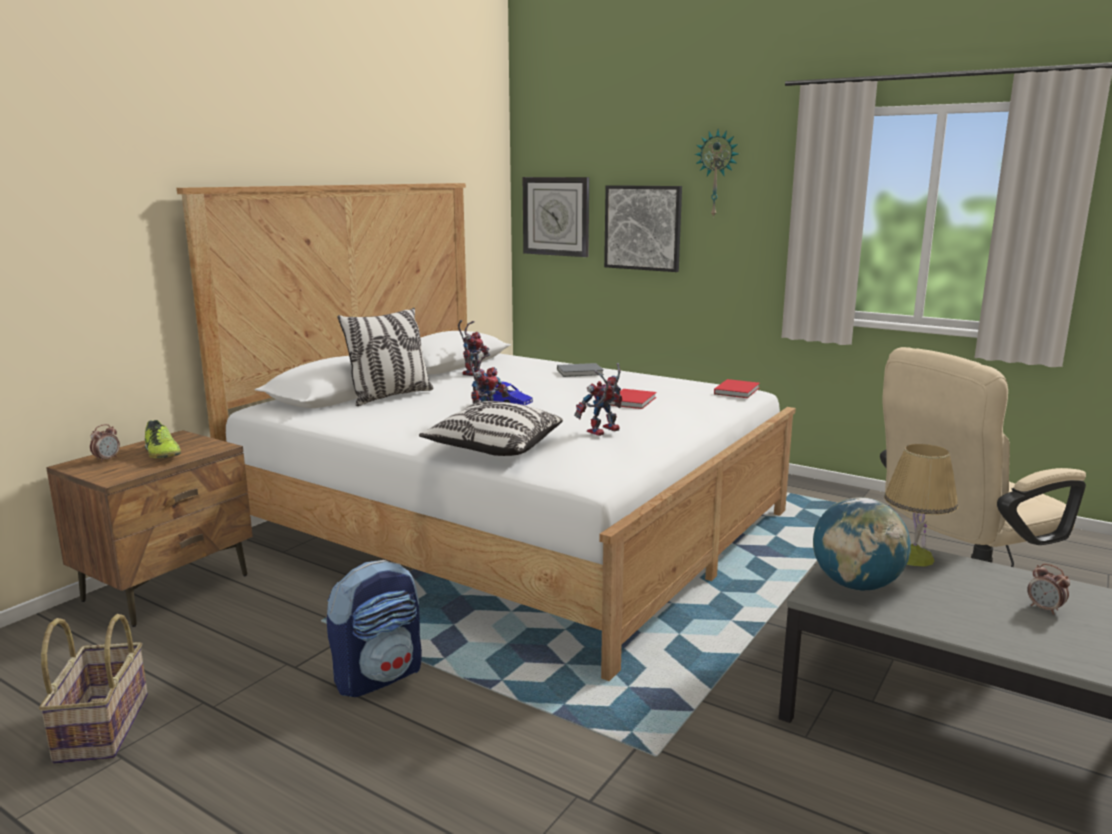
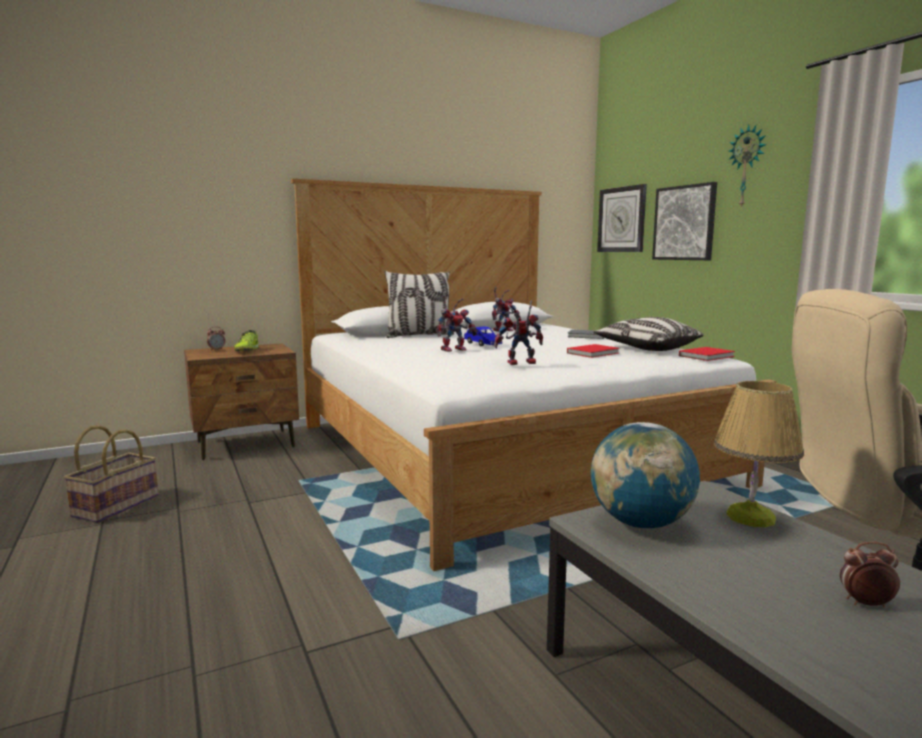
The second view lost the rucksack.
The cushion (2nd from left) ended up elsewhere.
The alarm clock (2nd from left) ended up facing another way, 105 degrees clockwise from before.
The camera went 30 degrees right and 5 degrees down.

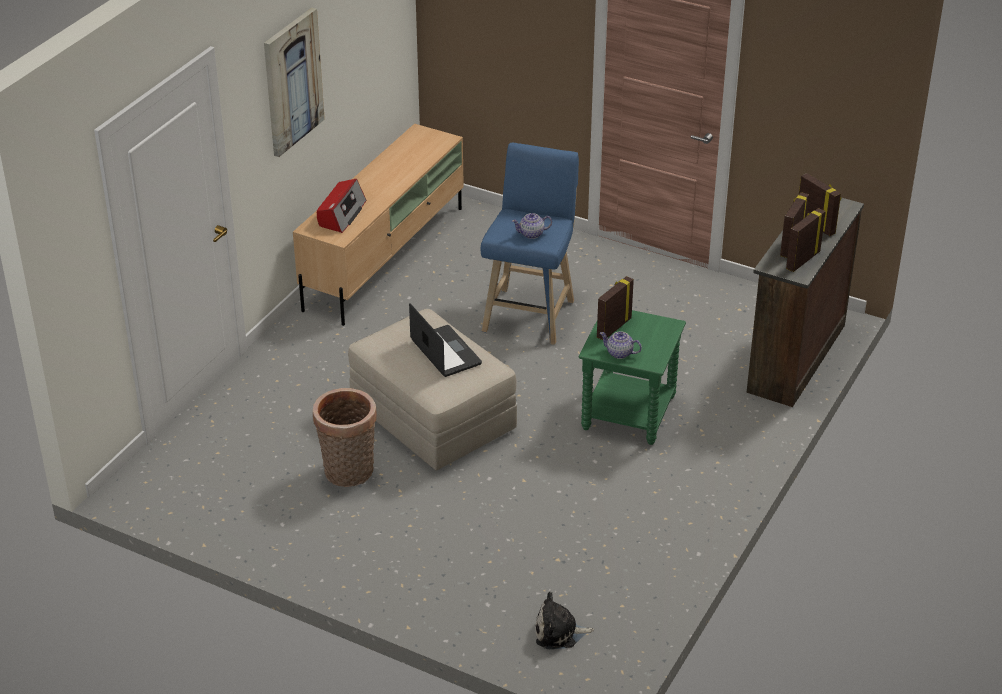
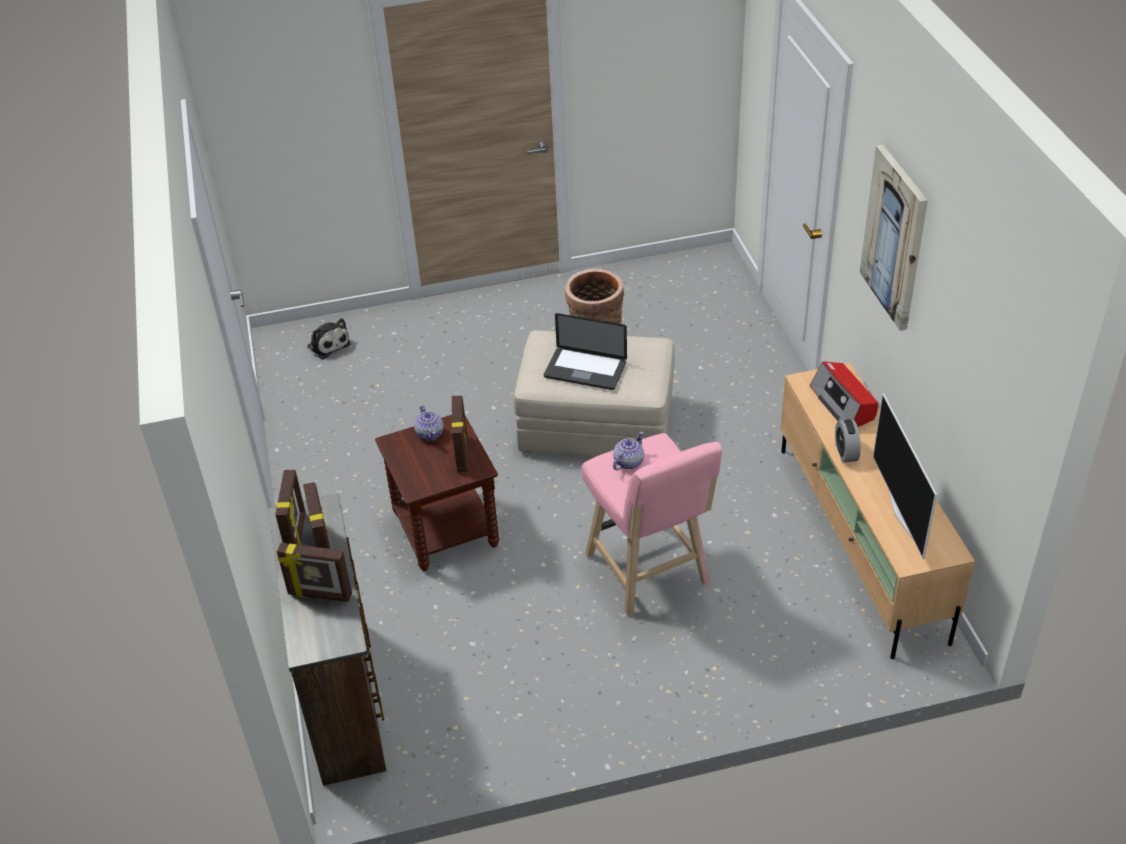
The second view gained the alarm clock.
The second view gained the TV.
What was the stool in blue-coloured turned into the stool in pink.
What was the end table in green turned into the end table in brown-coloured.
The cuddly toy ended up facing another way, 90 degrees clockwise from before.
The teapot (2nd from left in the first image) ended up facing another way, 90 degrees clockwise from before.
The camera went 140 degrees right and 5 degrees up.

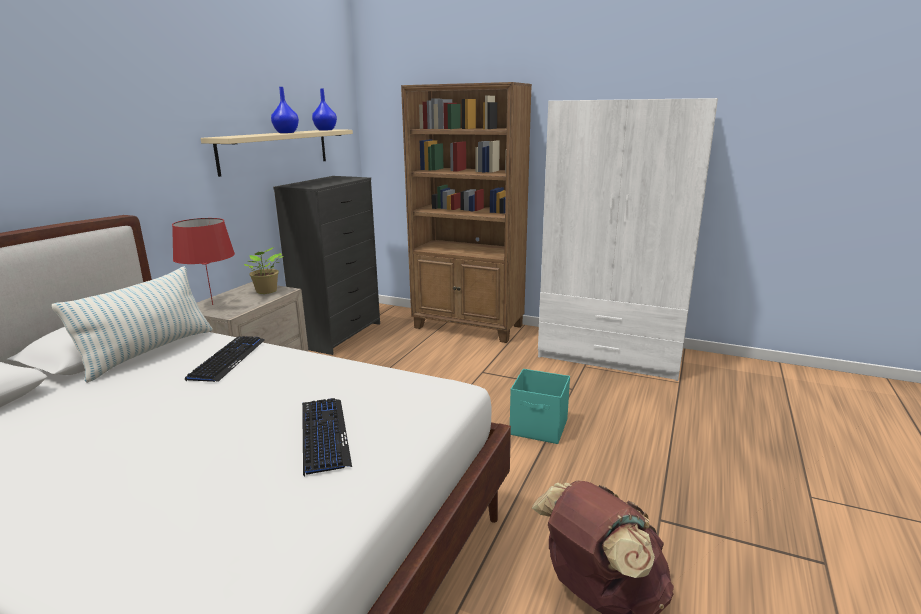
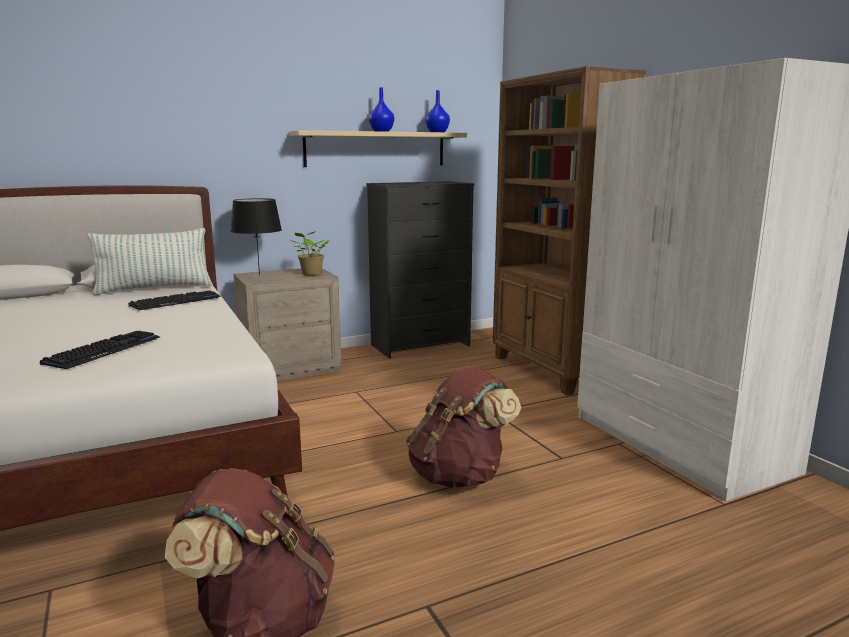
Where the storage box in blue-green stood, the rucksack in brown-coloured (2nd from left) came to stand.
What was the tabletop lamp in red turned into the tabletop lamp in black.
The camera went 40 degrees right and 5 degrees down.

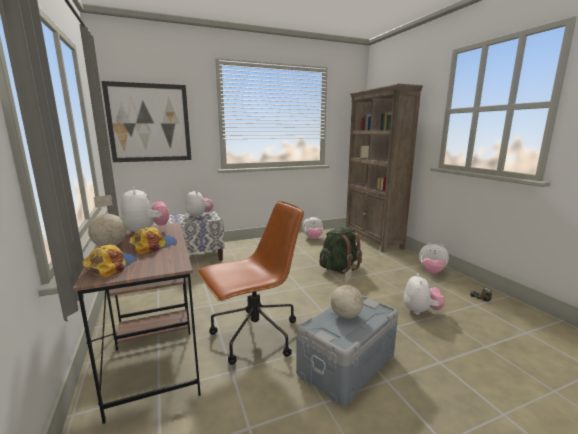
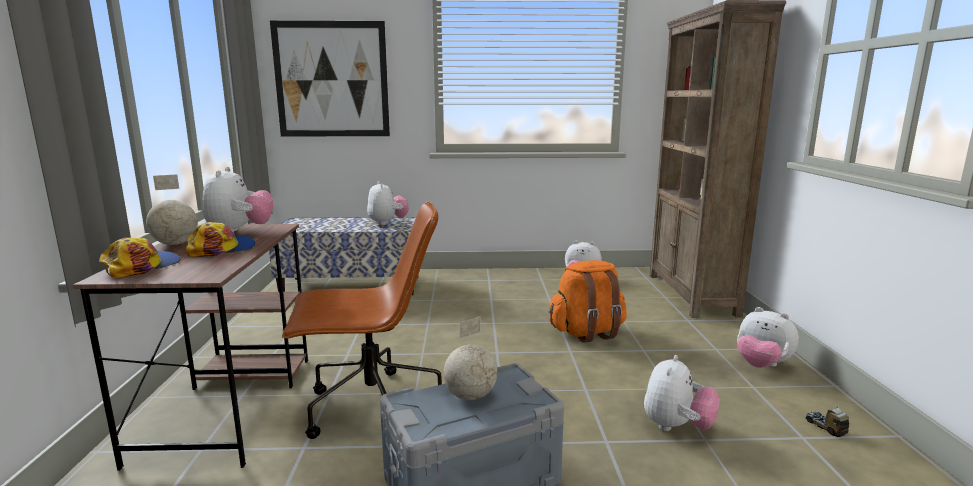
What was the rucksack in green turned into the rucksack in orange-coloured.
The camera went 20 degrees right and 0 degrees up.

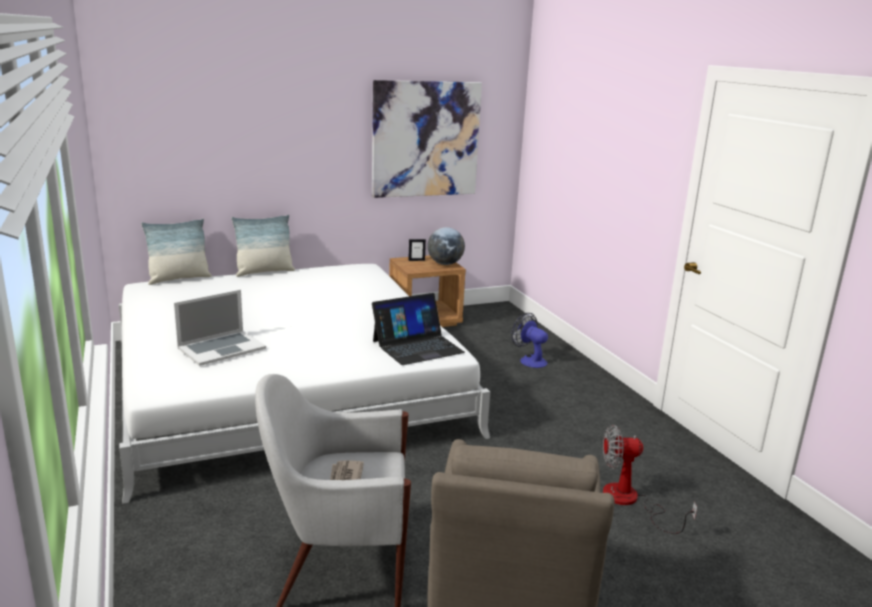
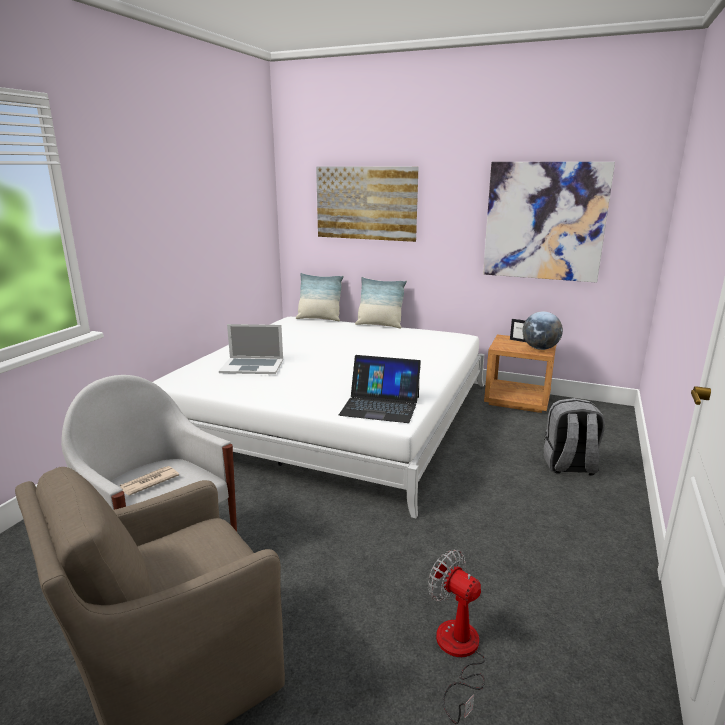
The second view gained the picture (1st from left).
Where the cooling fan (1st from left) stood, the rucksack in gray came to stand.
The camera went 45 degrees right and 0 degrees up.

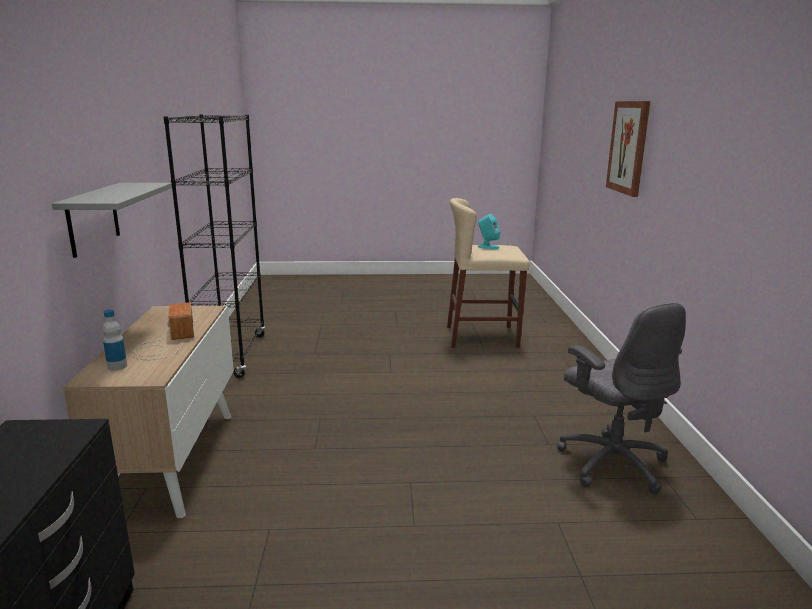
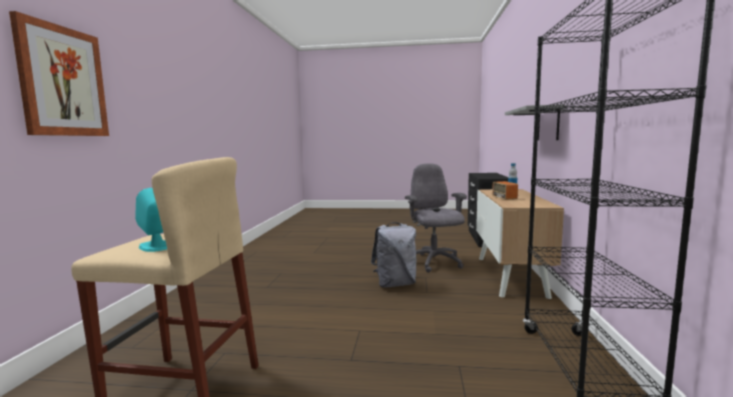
The second view gained the rucksack in gray.
The desk chair in gray ended up elsewhere.
The camera went 170 degrees left and 10 degrees down.

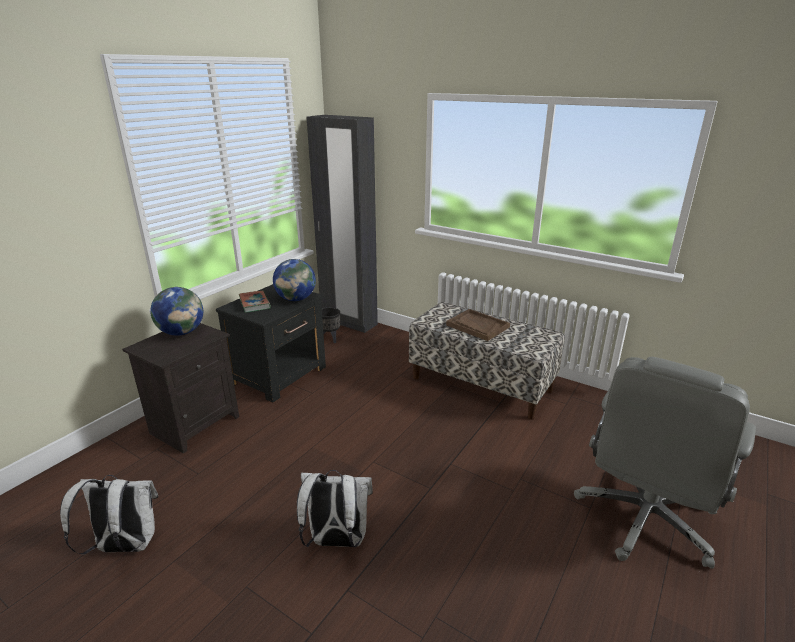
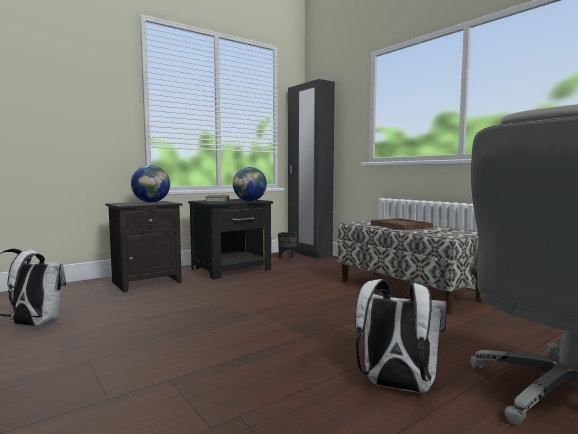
The rucksack in white (2nd from left) ended up elsewhere.
The camera went 20 degrees right and 20 degrees down.

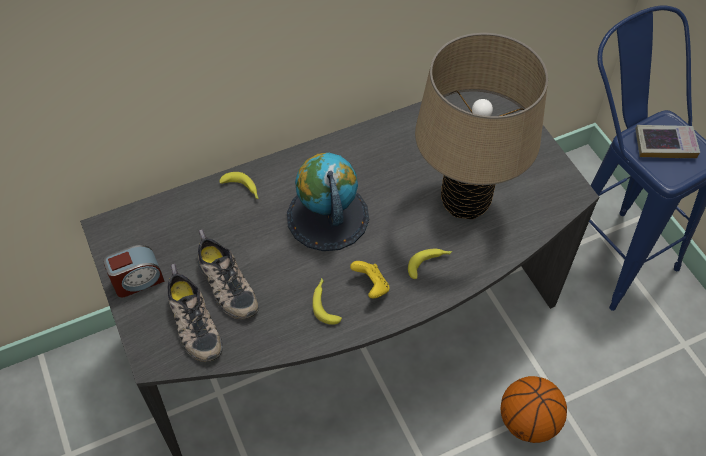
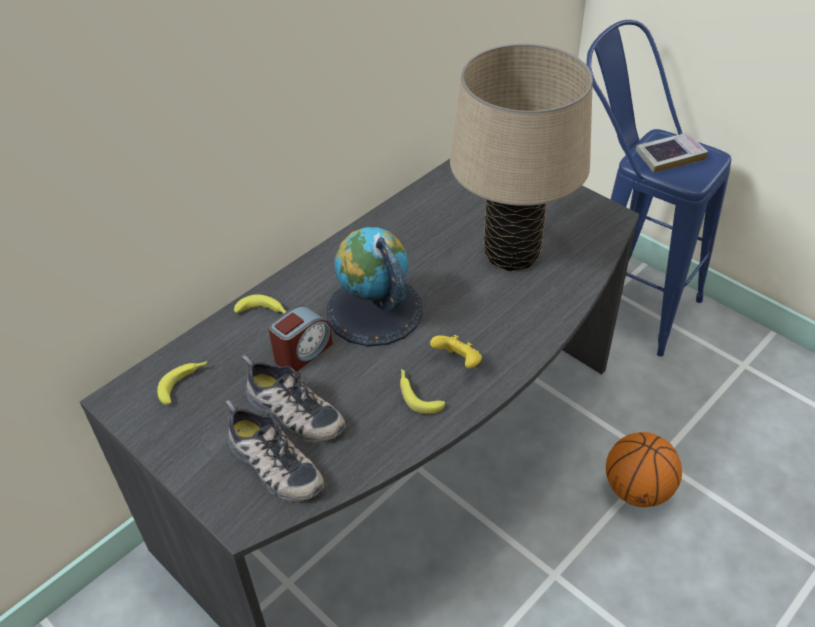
The alarm clock ended up elsewhere.
The whole banana (3rd from left in the first image) ended up elsewhere.
The camera went 20 degrees left and 10 degrees down.

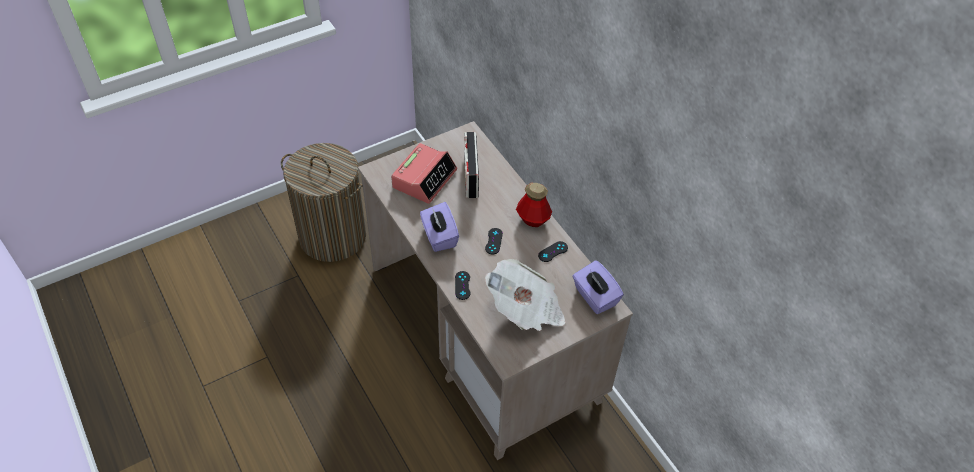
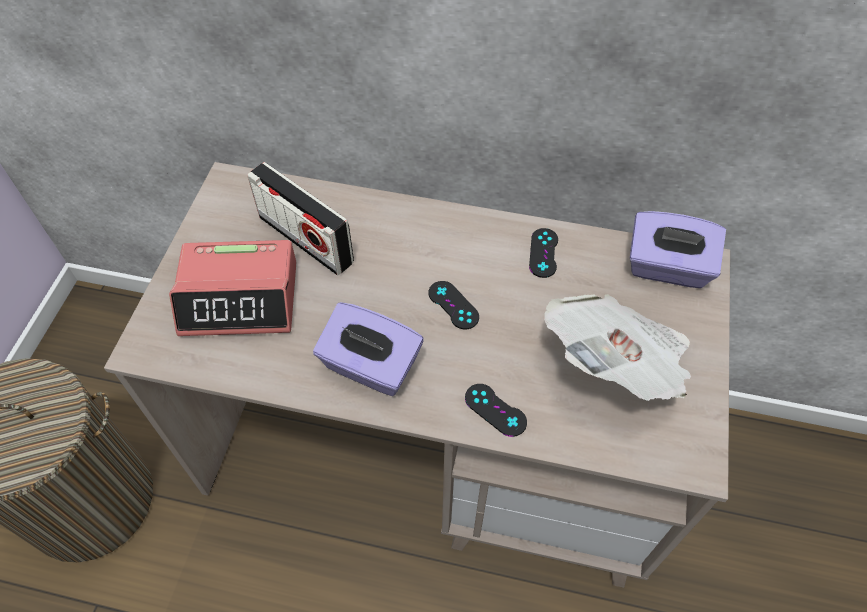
The second view lost the bottle.
The alarm clock ended up facing another way, 105 degrees clockwise from before.
The camera went 45 degrees left and 5 degrees up.

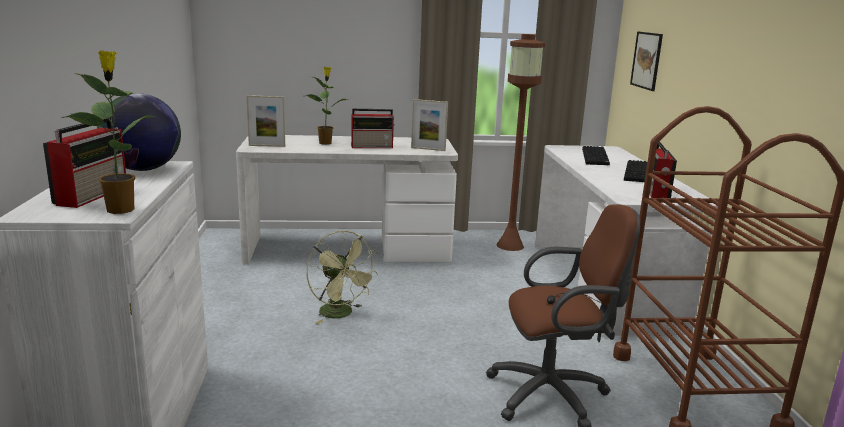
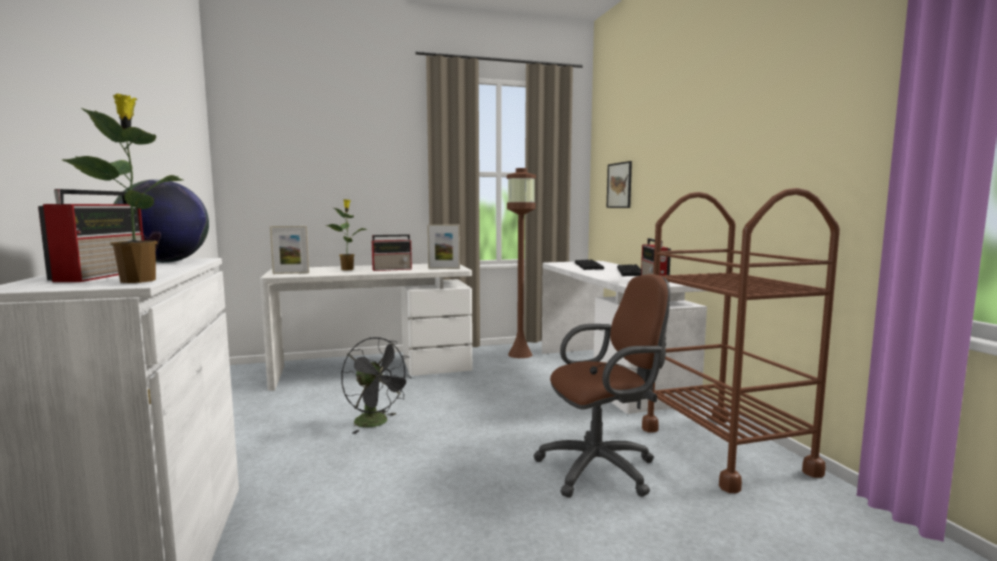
What was the cooling fan in green turned into the cooling fan in black.
The camera went 10 degrees left and 10 degrees down.

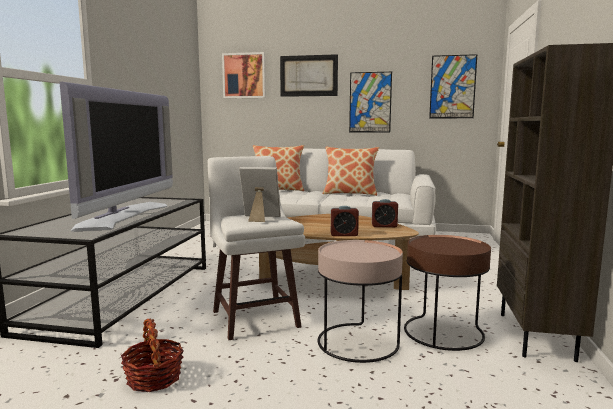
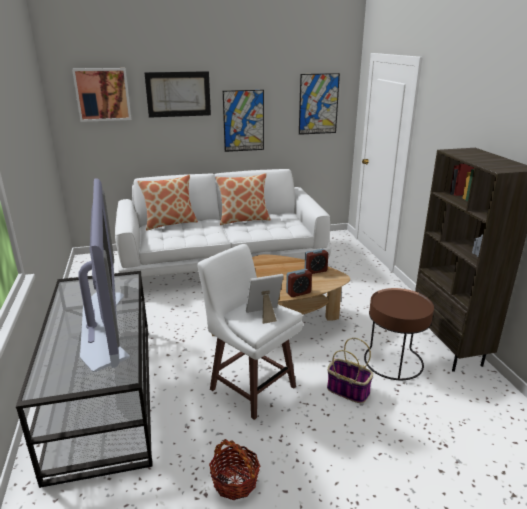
Where the end table in pink stood, the storage basket (2nd from left) came to stand.
The camera went 25 degrees left and 15 degrees up.

